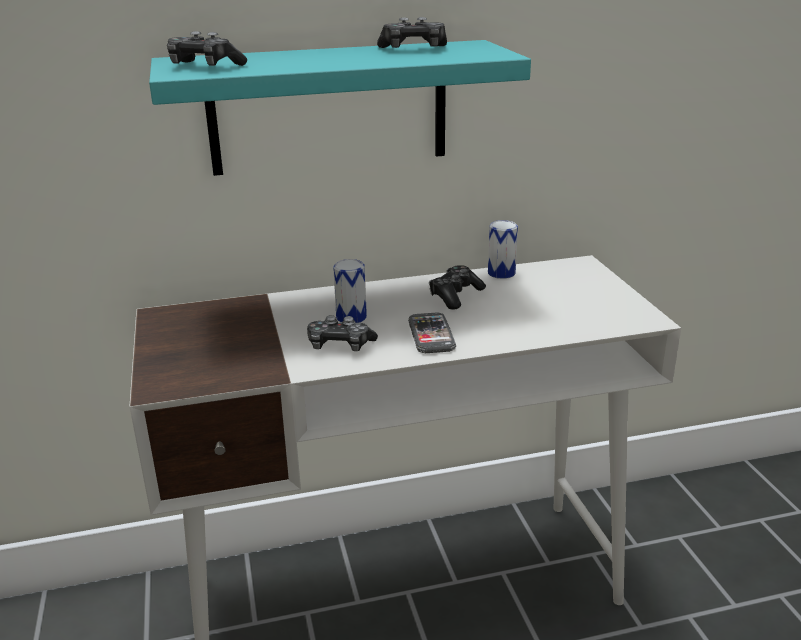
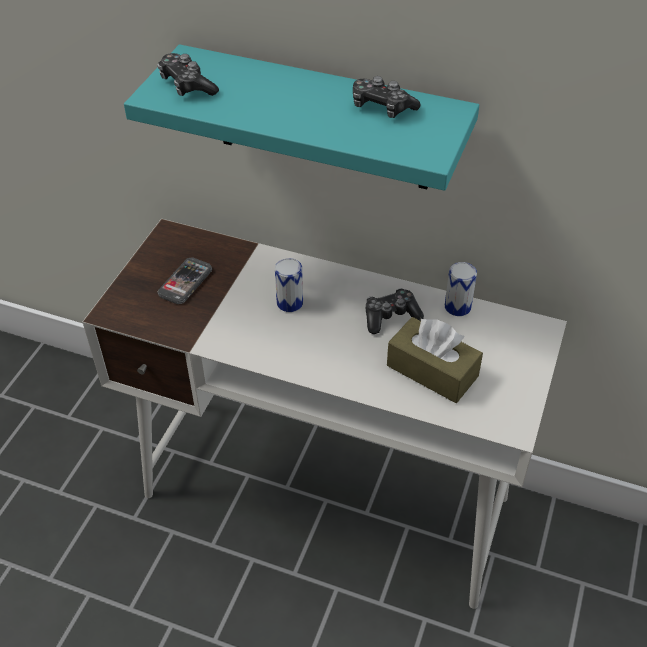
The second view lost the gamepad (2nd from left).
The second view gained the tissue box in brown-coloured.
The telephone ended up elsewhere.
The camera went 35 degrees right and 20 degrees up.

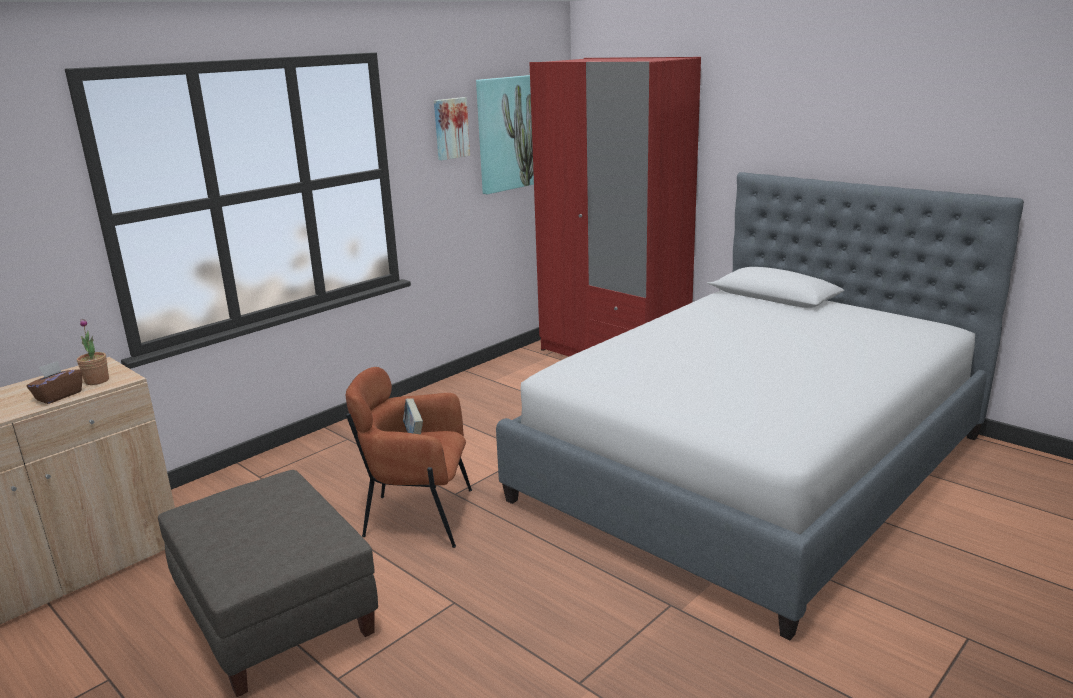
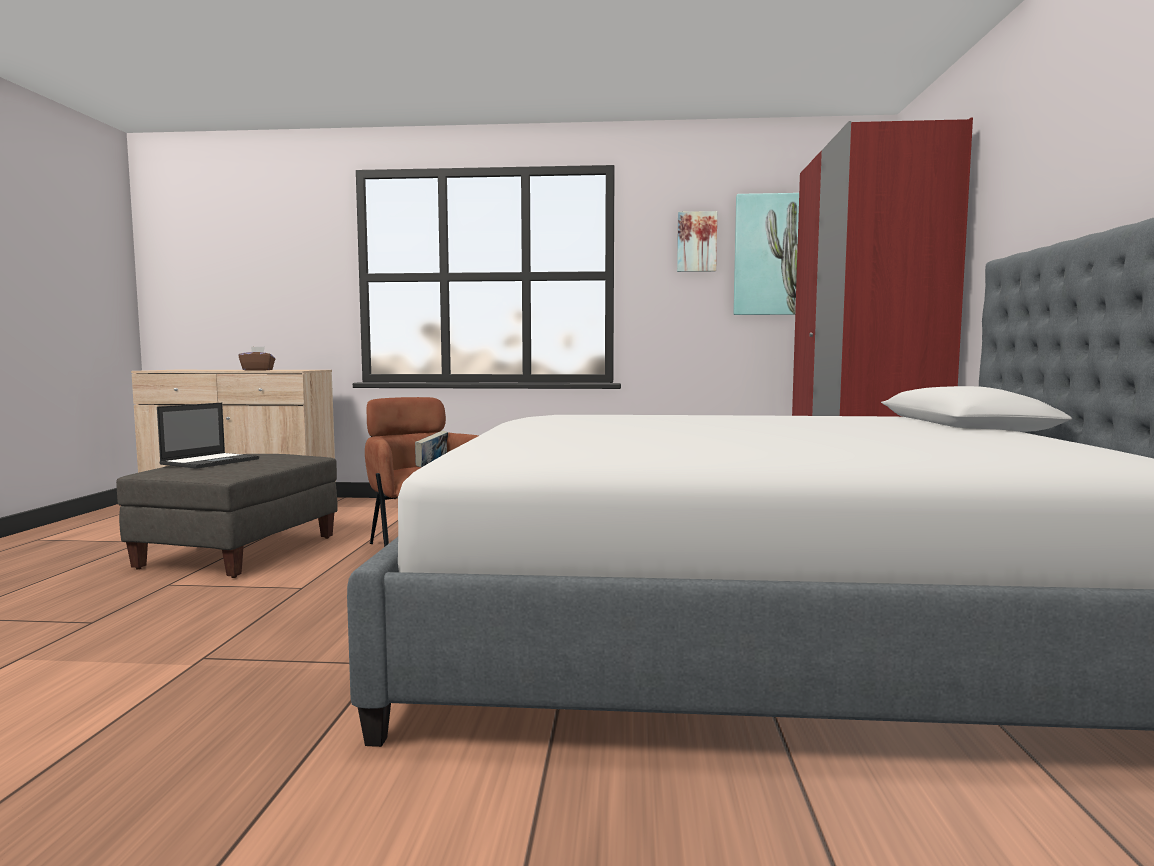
The second view lost the plant in a pot.
The second view gained the portable computer.
The camera went 50 degrees right and 15 degrees down.

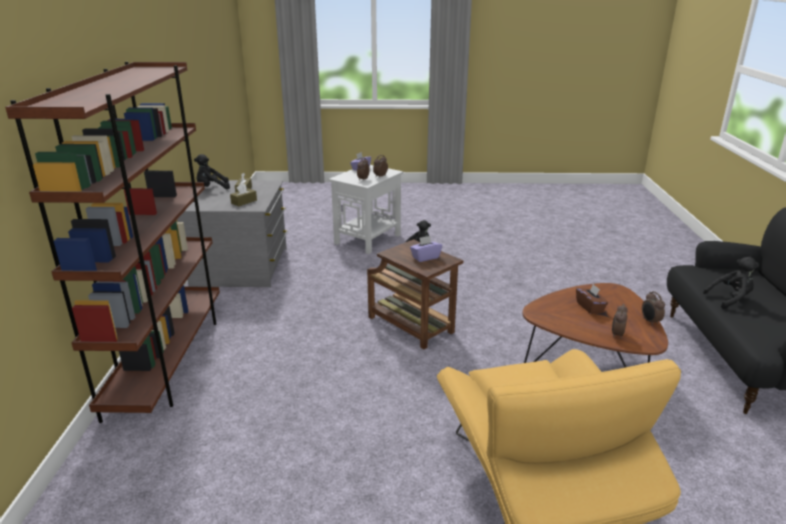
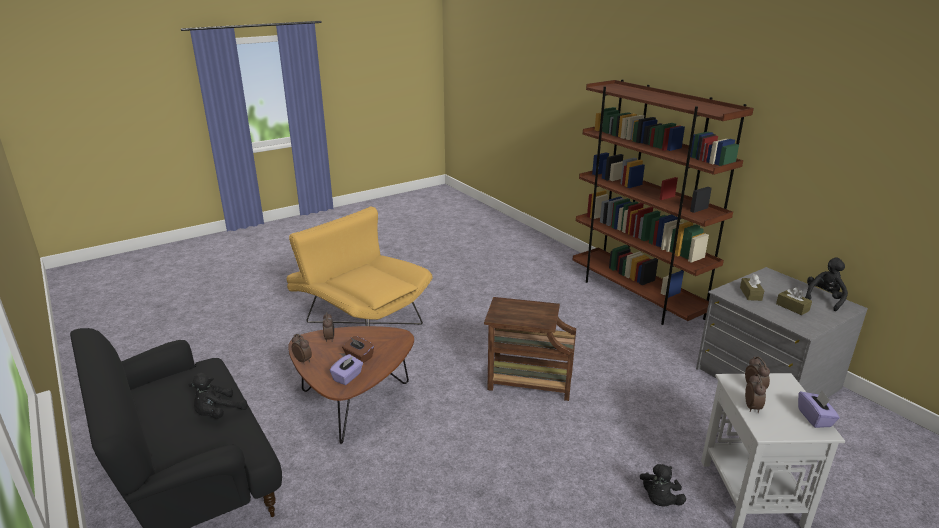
The tissue box in purple-coloured (2nd from left in the first image) ended up elsewhere.
The camera went 145 degrees right and 0 degrees up.

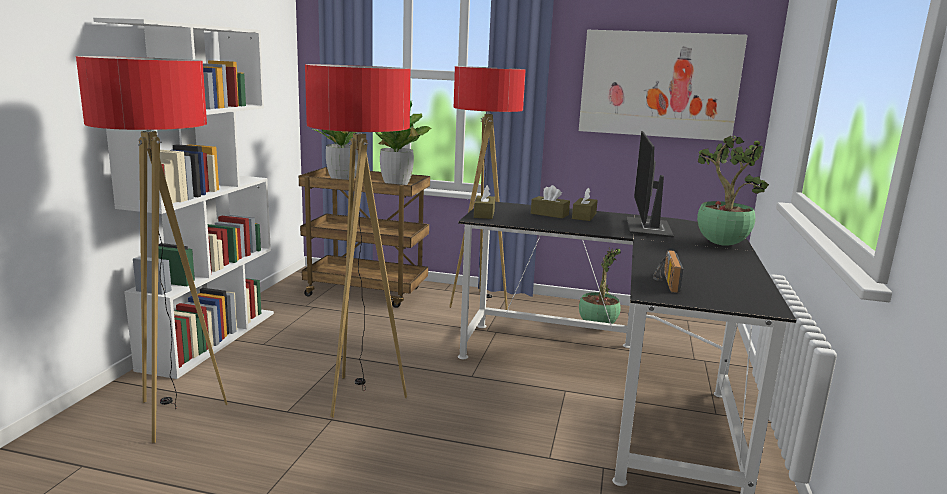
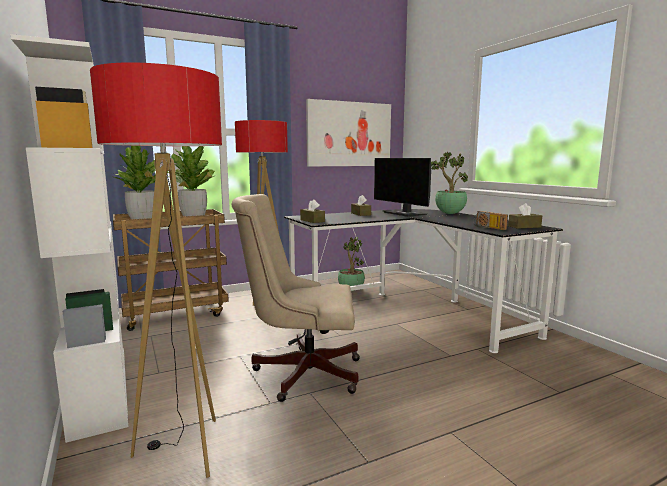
The tissue box in brown-coloured (2nd from left in the first image) ended up elsewhere.
Where the floor lamp (2nd from left) stood, the desk chair in sand-coloured came to stand.
The camera went 40 degrees left and 5 degrees down.

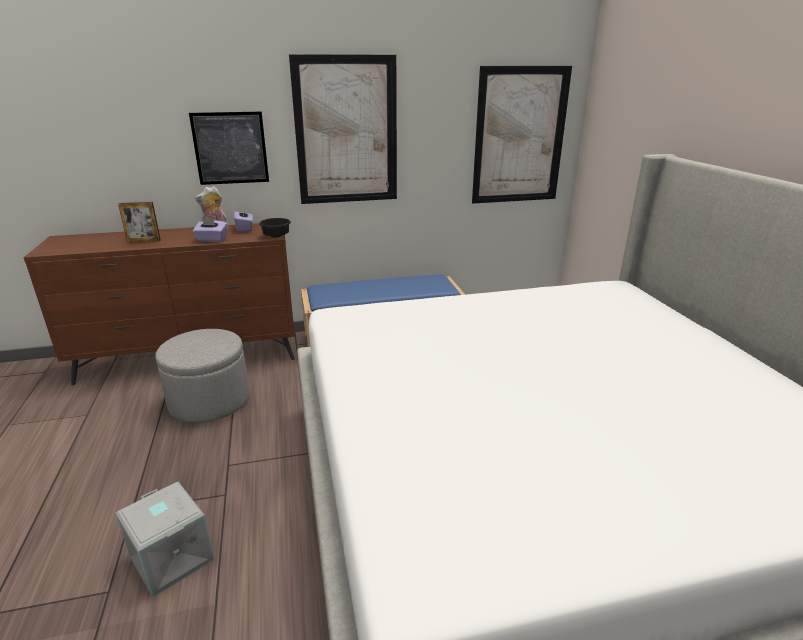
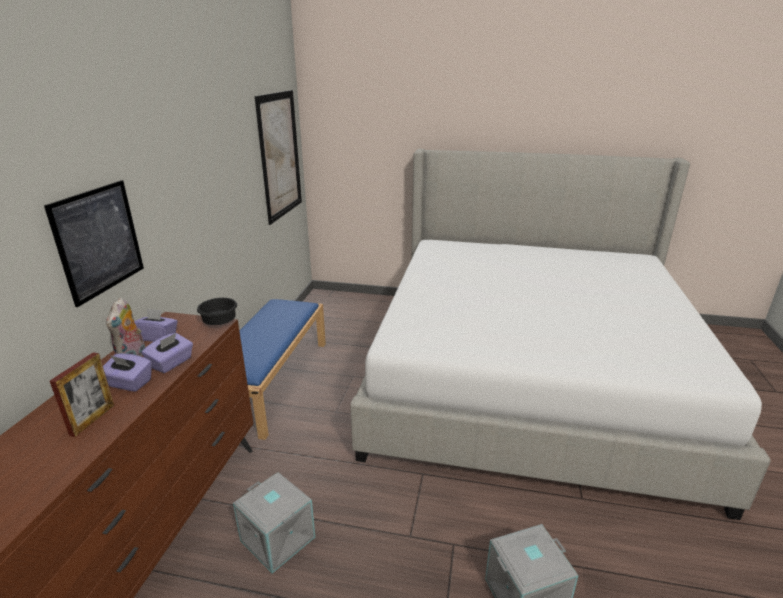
The second view lost the picture (2nd from left).
The second view gained the tissue box in purple-coloured (1st from left).
Where the footrest in gray stood, the storage box in gray (1st from left) came to stand.
The camera went 65 degrees left and 0 degrees up.

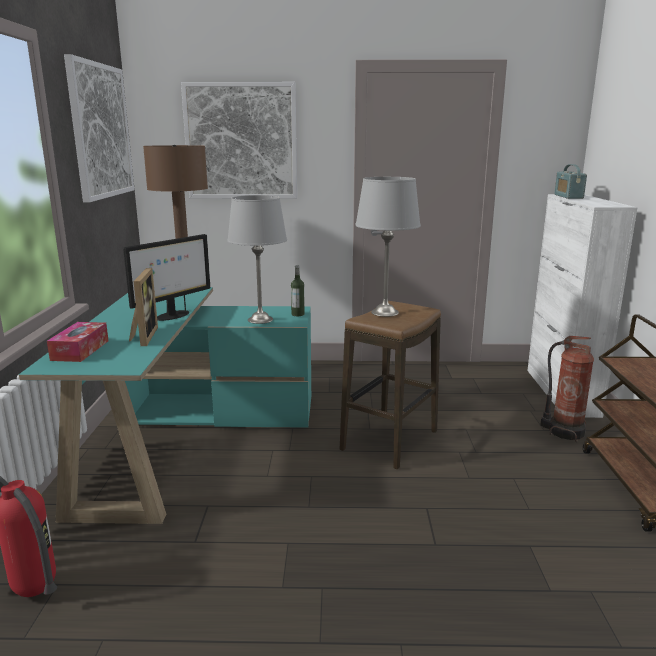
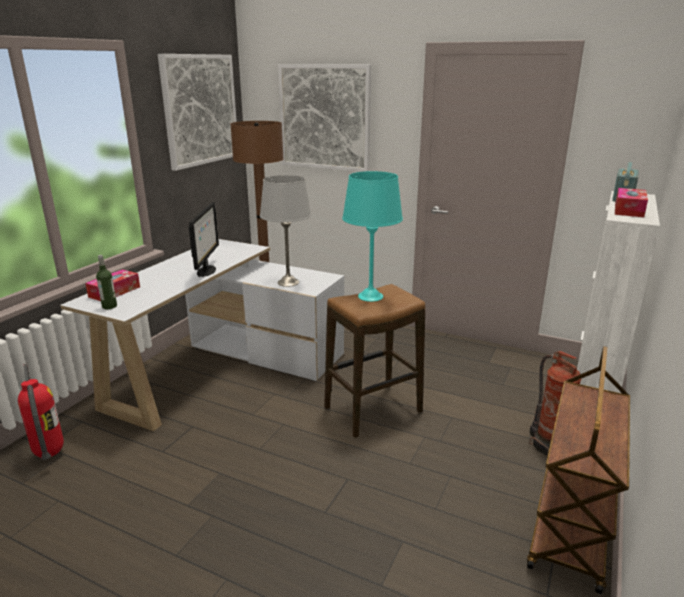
The second view lost the photo frame.
The second view gained the tissue box (2nd from left).
The bottle ended up elsewhere.
What was the desk table in blue-green turned into the desk table in white.
What was the tabletop lamp in gray (2nd from left) turned into the tabletop lamp in blue-green.
The computer screen ended up facing another way, 60 degrees counterclockwise from before.
The camera went 25 degrees right and 5 degrees up.

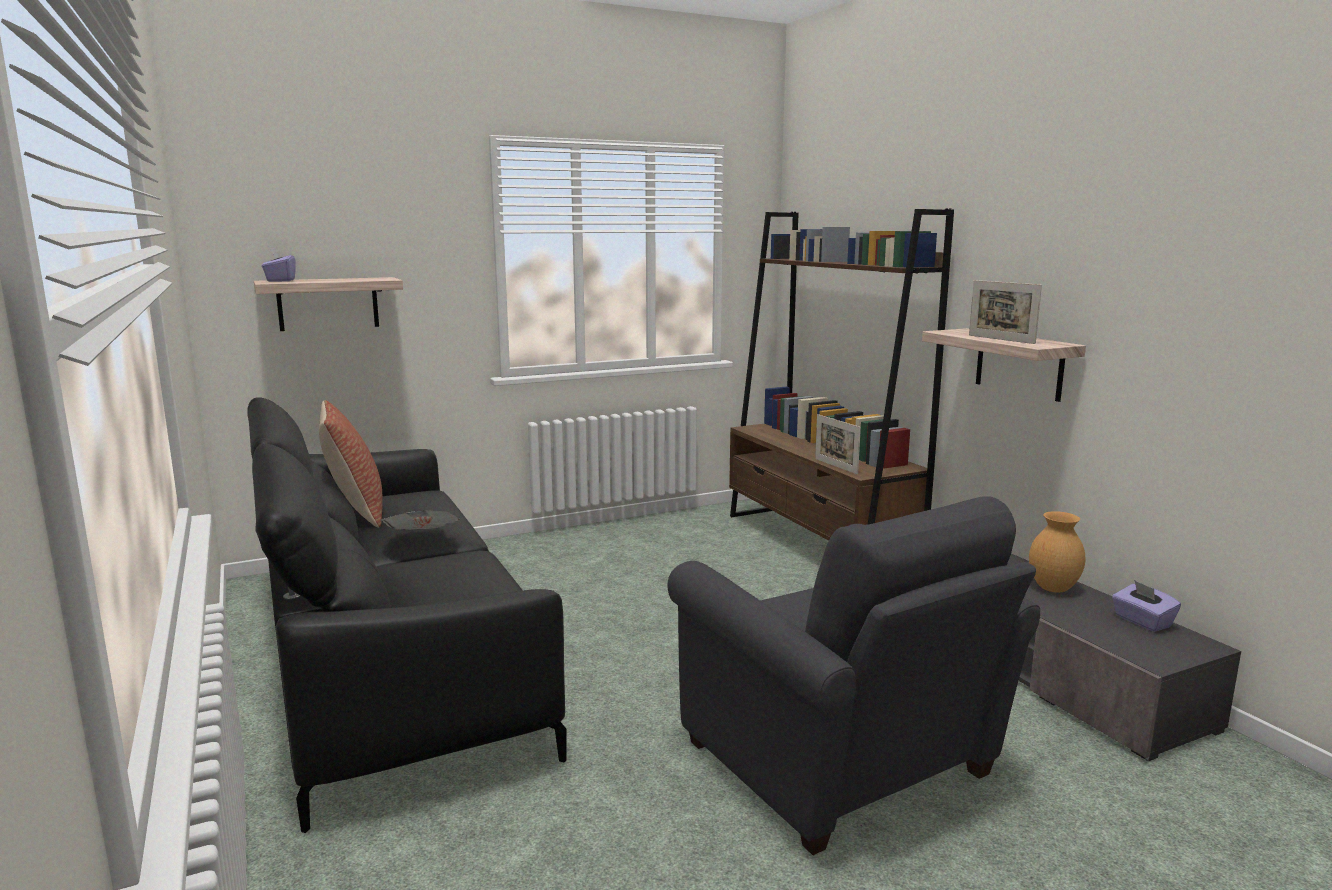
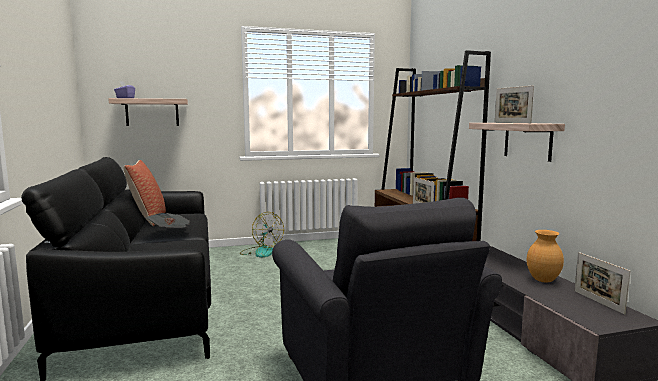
The second view gained the cooling fan.
Where the tissue box in purple-coloured (2nd from left) stood, the photo frame (3rd from left) came to stand.
The camera went 10 degrees right and 5 degrees down.

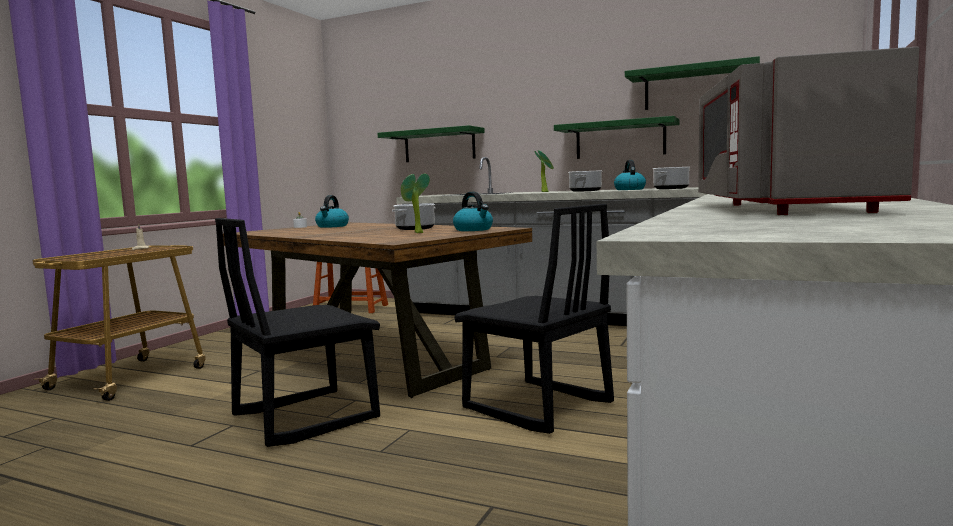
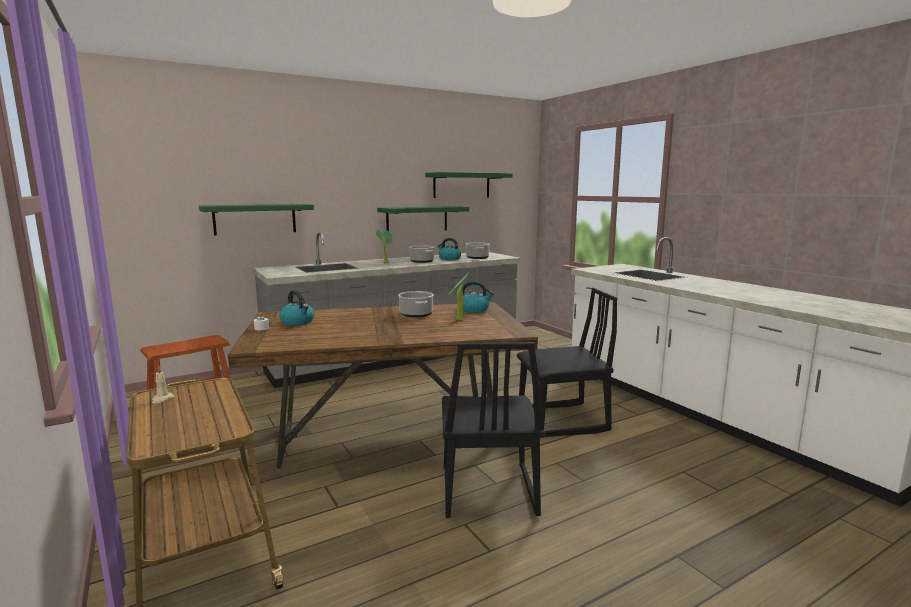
The second view lost the microwave in gray.
The camera went 55 degrees left and 5 degrees up.

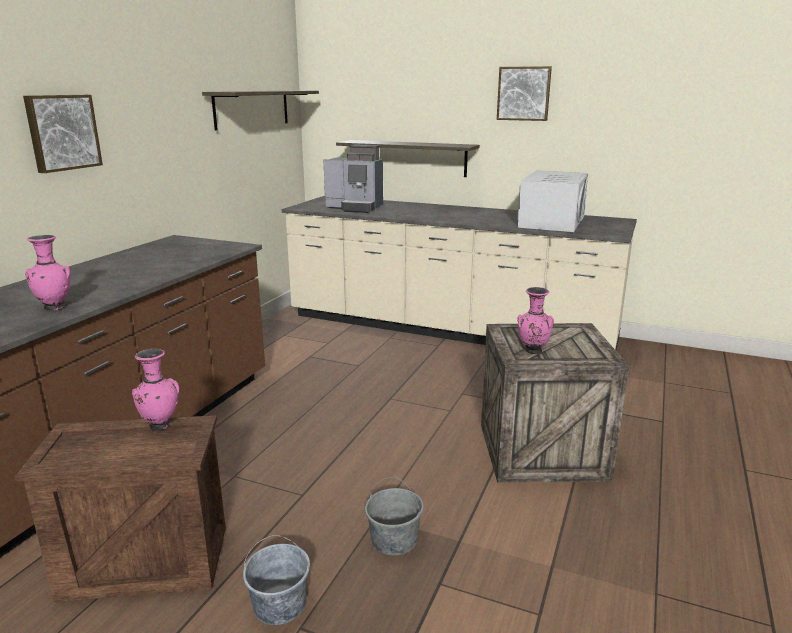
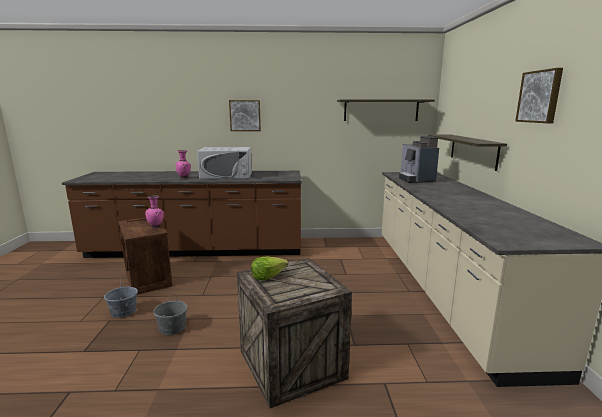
The microwave in white ended up elsewhere.
Where the decorative vase in pink (3rd from left) stood, the head of lettuce came to stand.
The camera went 65 degrees right and 5 degrees down.

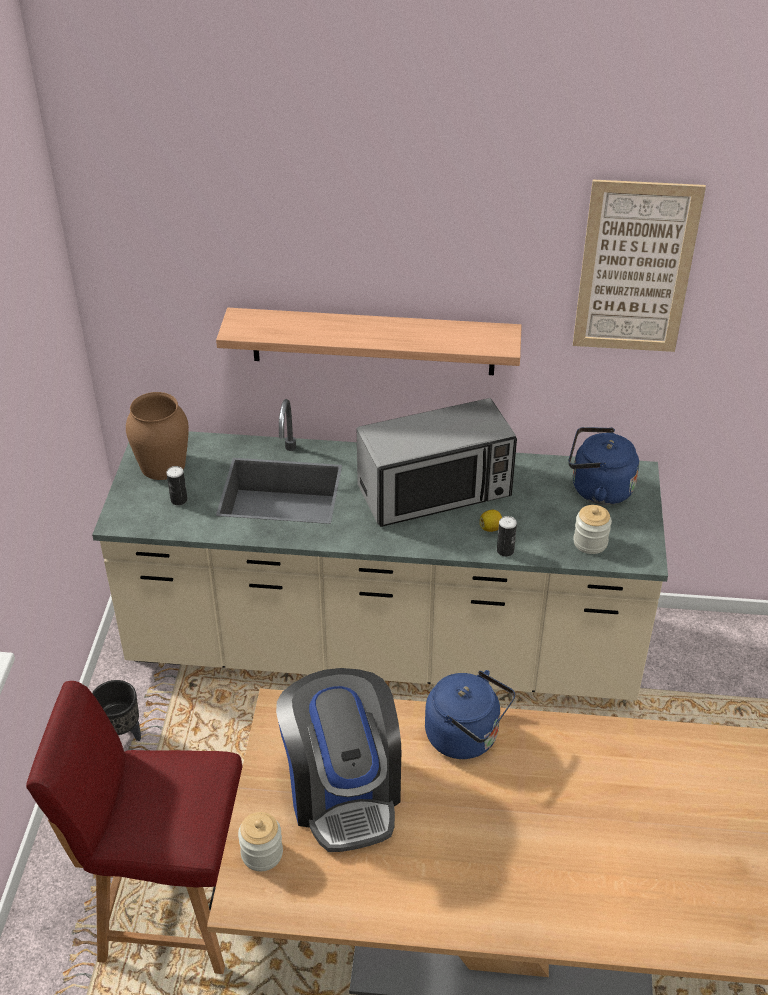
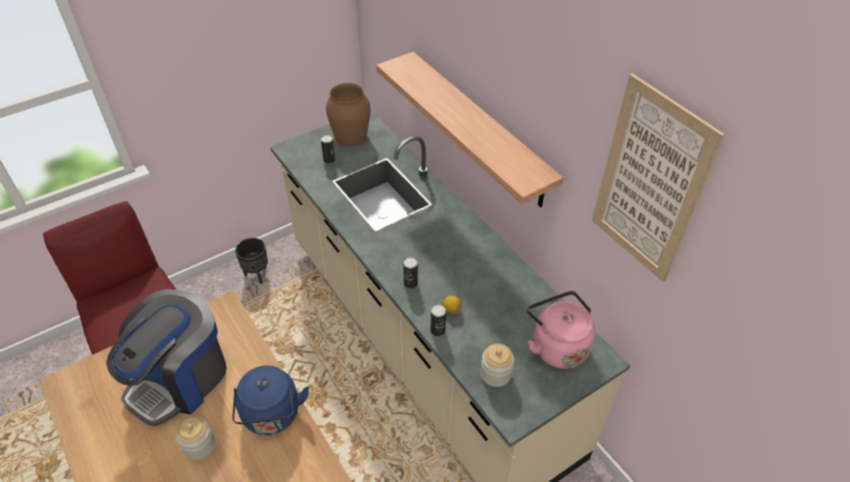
The second view lost the microwave.
The second view gained the can (2nd from left).
The storage jar (1st from left) ended up elsewhere.
What was the tea kettle in blue-coloured (2nd from left) turned into the tea kettle in pink.
The camera went 50 degrees right and 5 degrees up.

